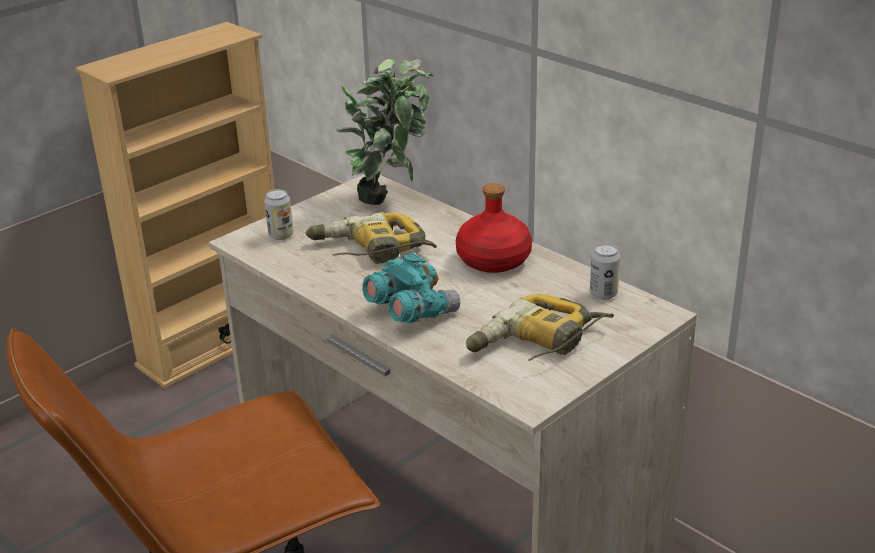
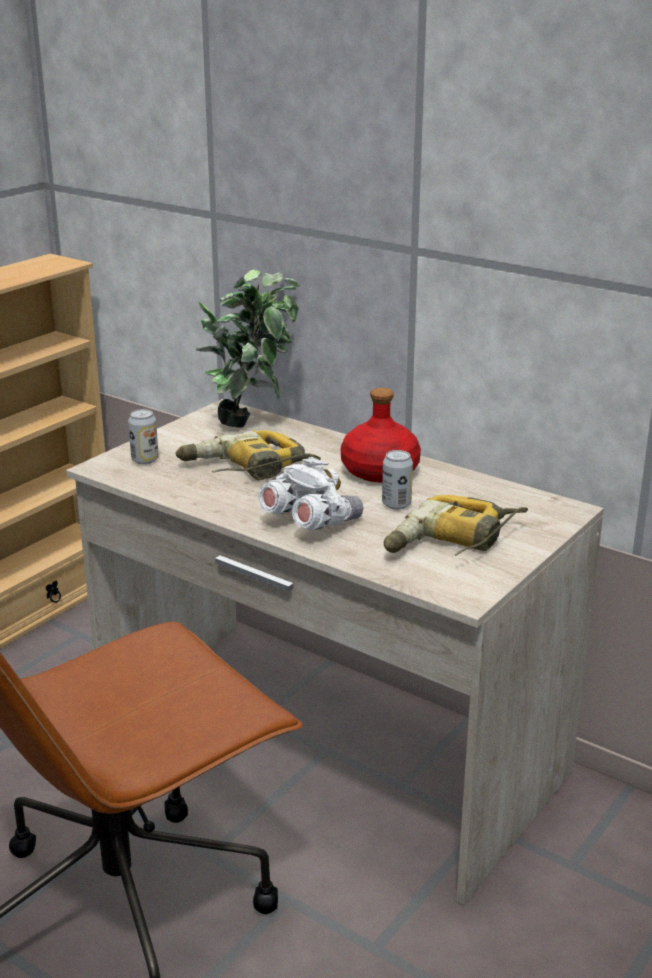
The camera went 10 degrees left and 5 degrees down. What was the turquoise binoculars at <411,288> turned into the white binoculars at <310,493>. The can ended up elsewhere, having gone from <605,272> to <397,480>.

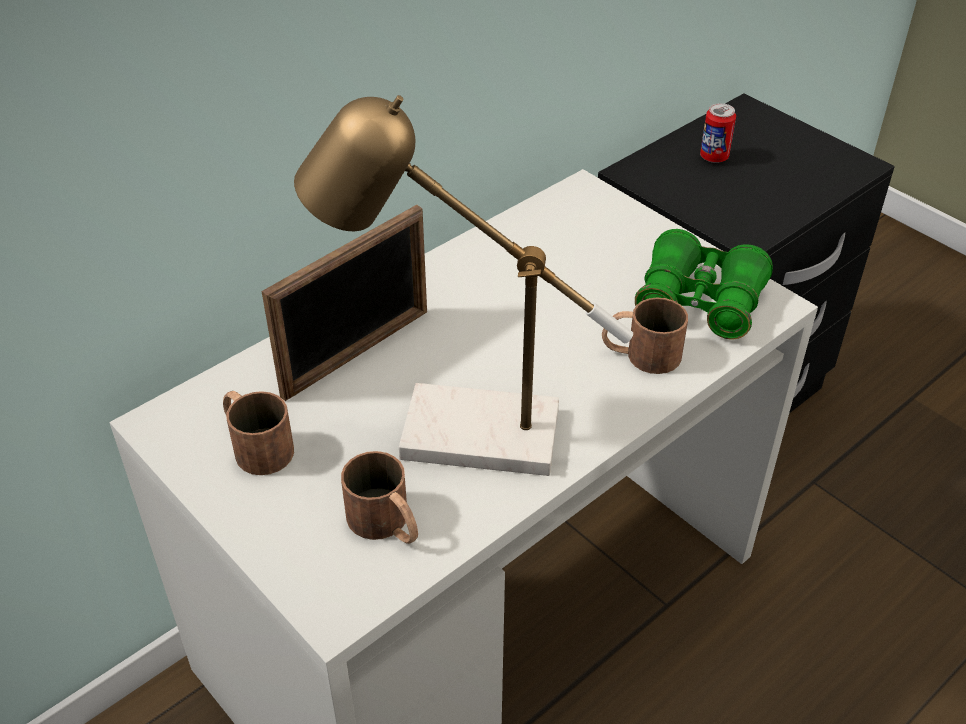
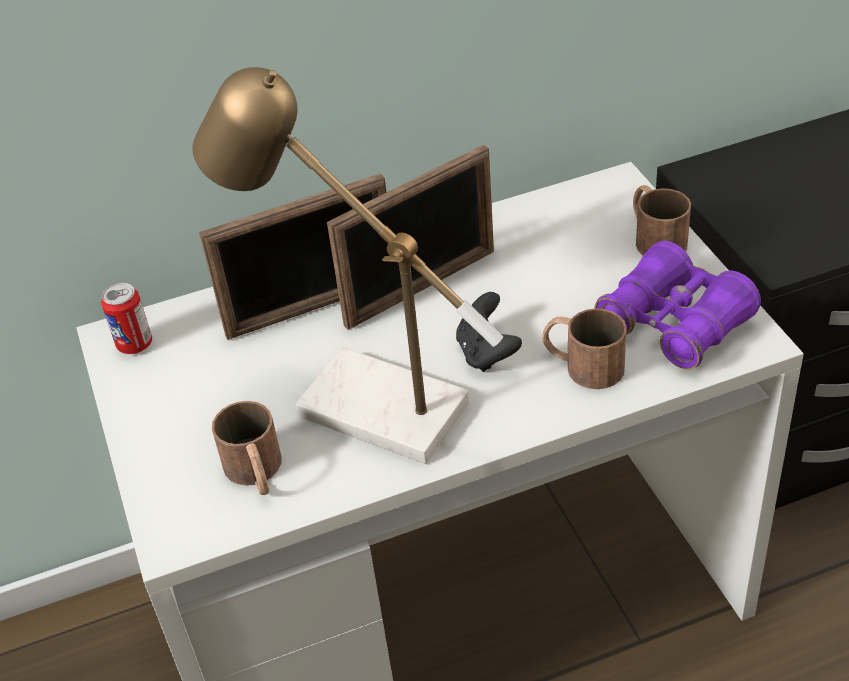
The camera went 25 degrees right and 0 degrees up. The can ended up elsewhere, having gone from <718,133> to <126,318>. The second view gained the picture frame at <410,237>. The second view gained the black game controller at <489,332>. What was the green binoculars at <704,284> turned into the purple binoculars at <677,305>. The brown mug ended up elsewhere, having gone from <258,433> to <662,220>.

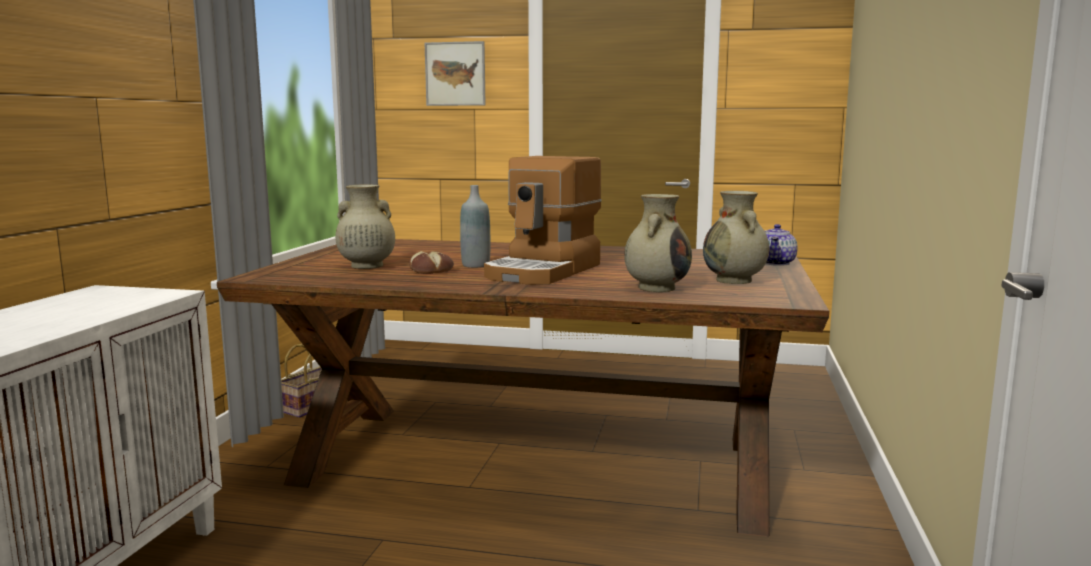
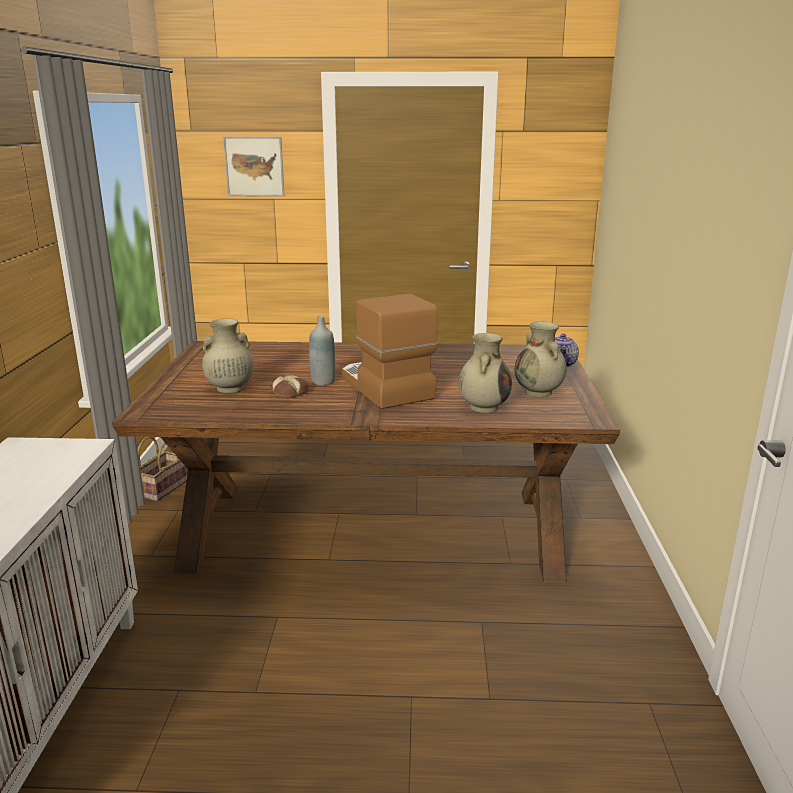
The camera went 10 degrees left and 10 degrees up. The coffee machine at <543,220> ended up facing another way, 135 degrees clockwise from before.

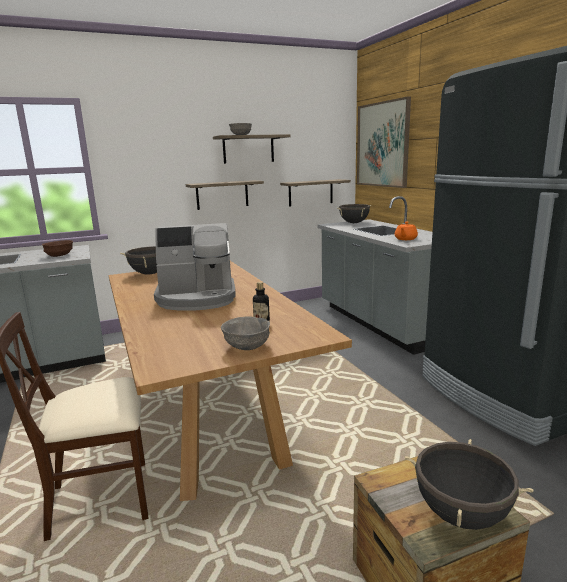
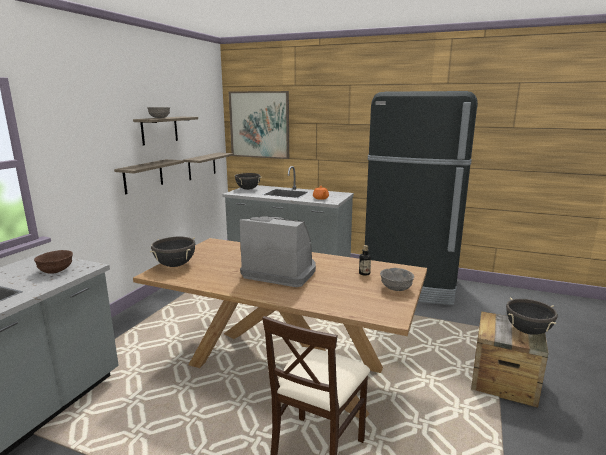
The camera went 45 degrees left and 0 degrees up. The coffee machine at <195,267> ended up facing another way, 105 degrees counterclockwise from before.

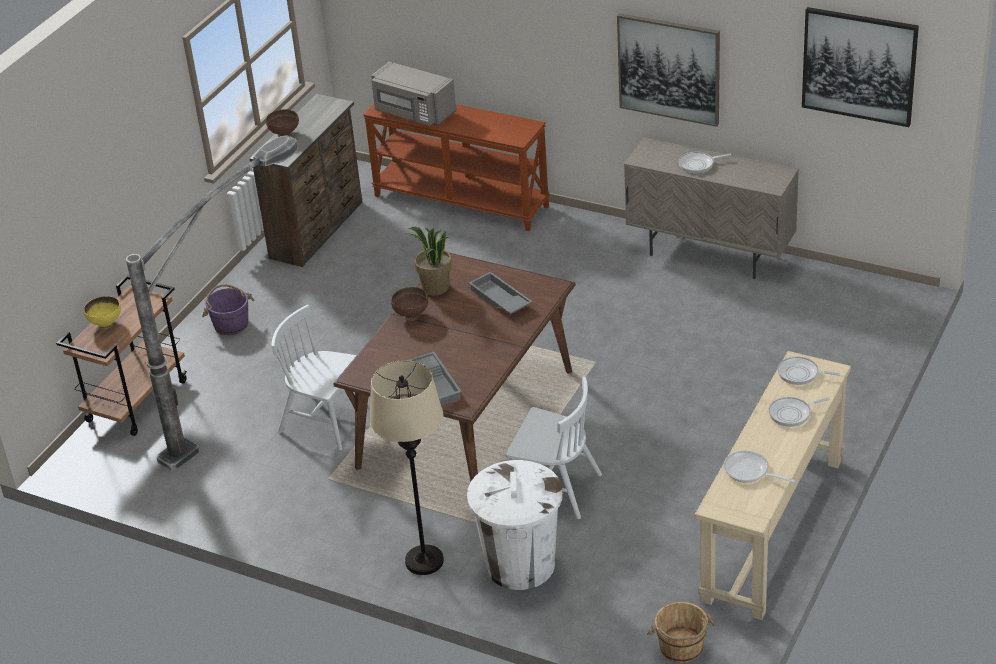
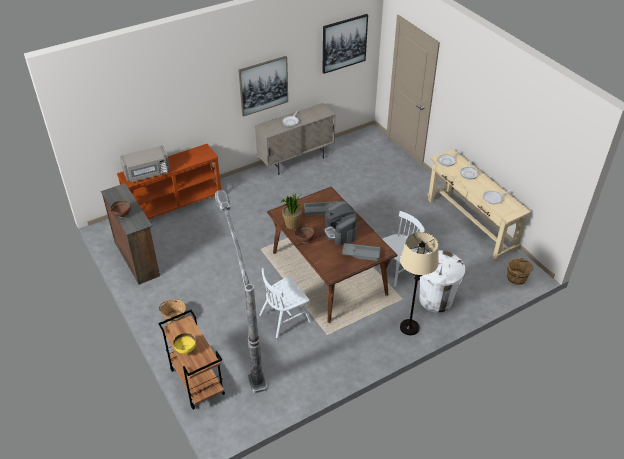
The camera went 60 degrees left and 5 degrees up. What was the purple bucket at <228,309> turned into the brown bucket at <172,311>. The second view gained the coffee machine at <340,223>.

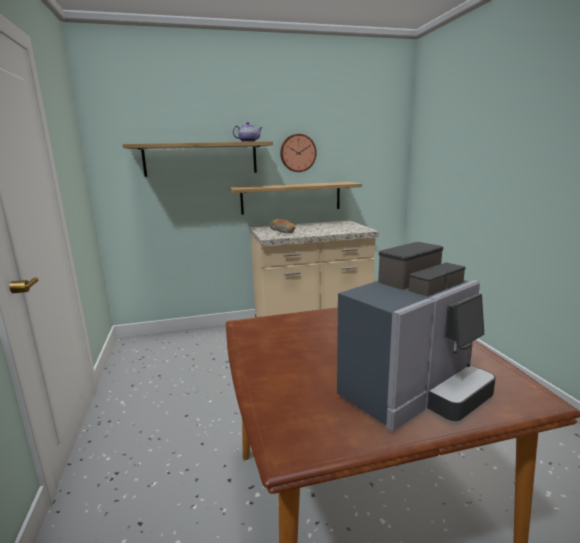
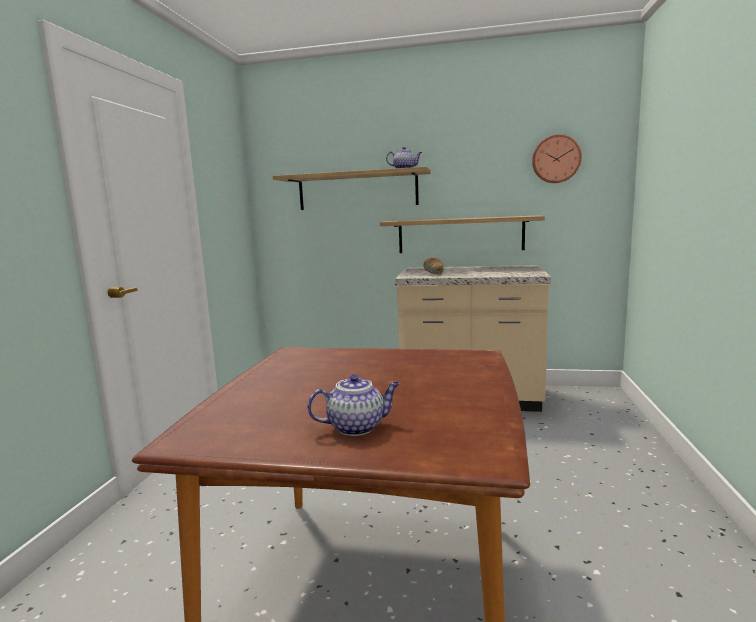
The camera went 25 degrees right and 5 degrees down. Where the coffee machine stood at <416,336>, the teapot came to stand at <353,405>. The wall clock ended up elsewhere, having gone from <298,153> to <557,159>.

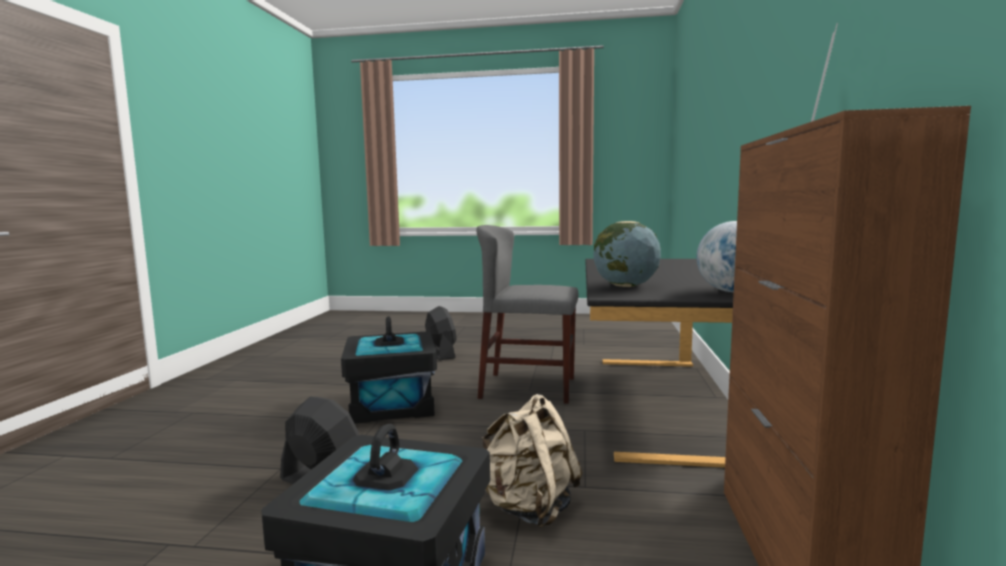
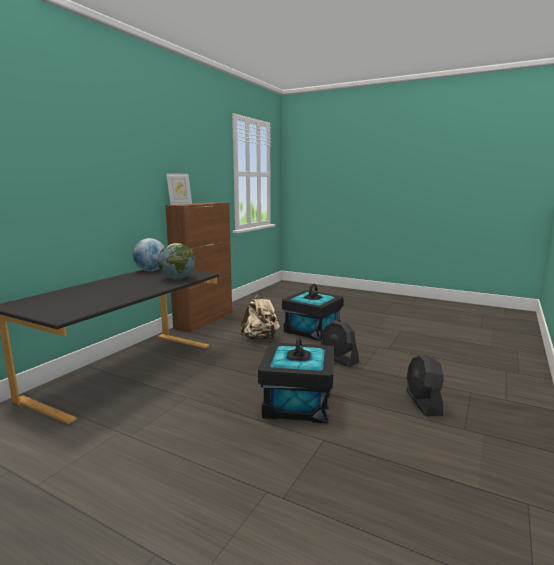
The camera went 160 degrees left and 5 degrees up. The black fan ended up elsewhere, having gone from <441,333> to <425,385>. The second view lost the grey chair at <527,314>.

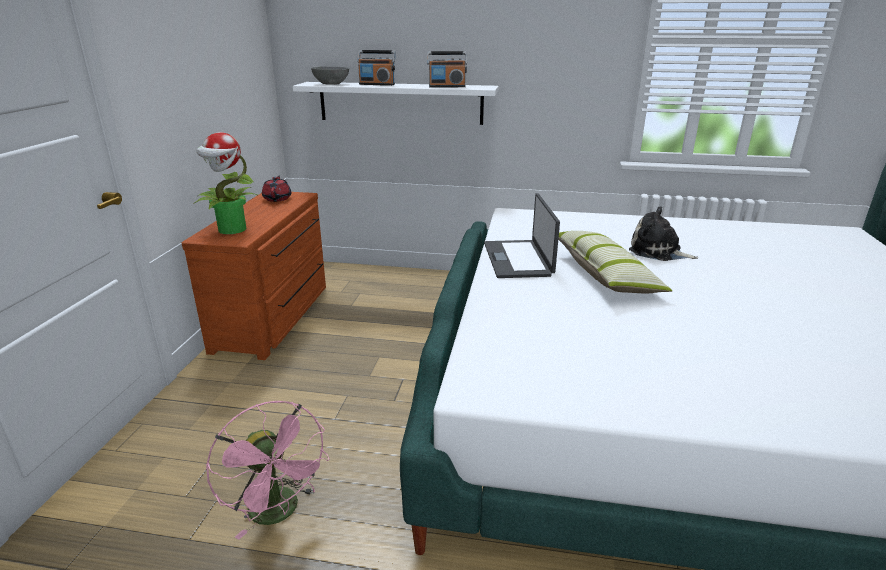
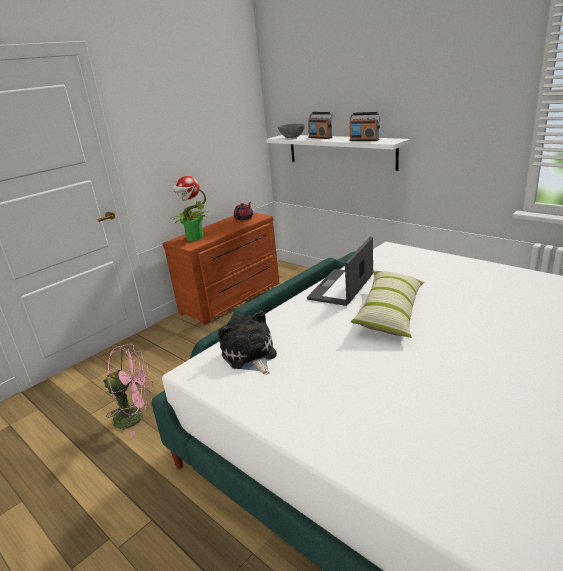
The camera went 35 degrees right and 0 degrees up. The pink fan at <268,470> ended up facing another way, 90 degrees counterclockwise from before. The plush toy ended up elsewhere, having gone from <663,234> to <247,342>.

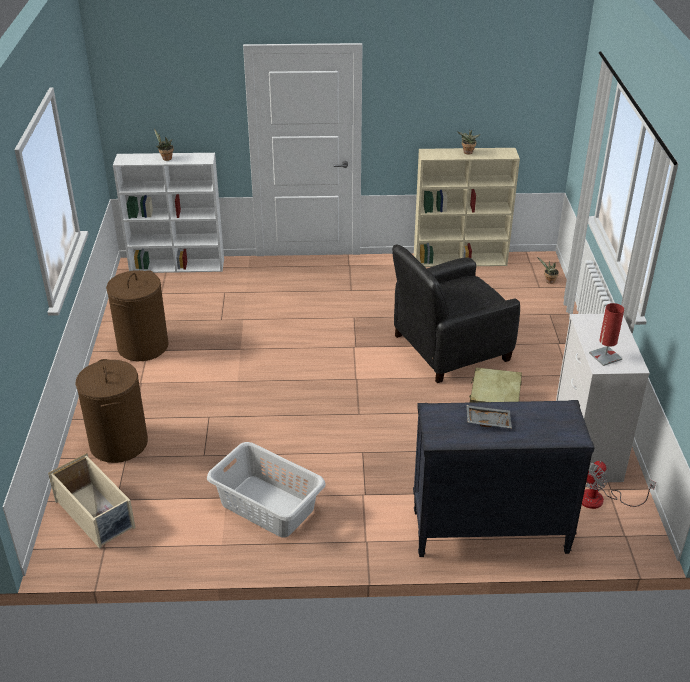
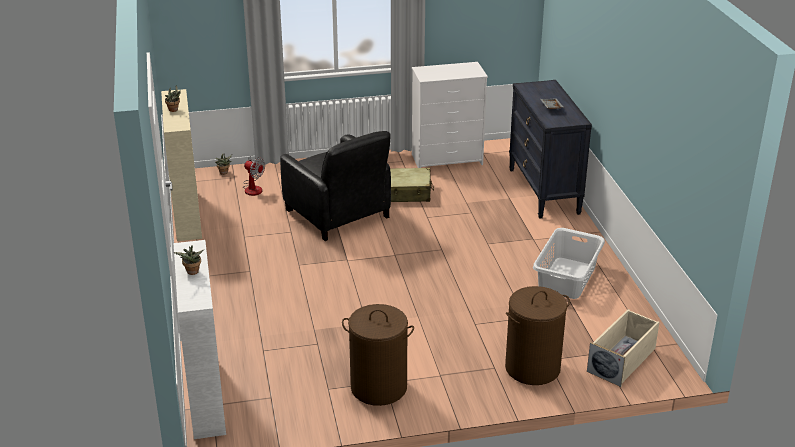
The camera went 100 degrees left and 5 degrees down. The fan ended up elsewhere, having gone from <619,485> to <254,176>. The second view lost the red table lamp at <606,334>.

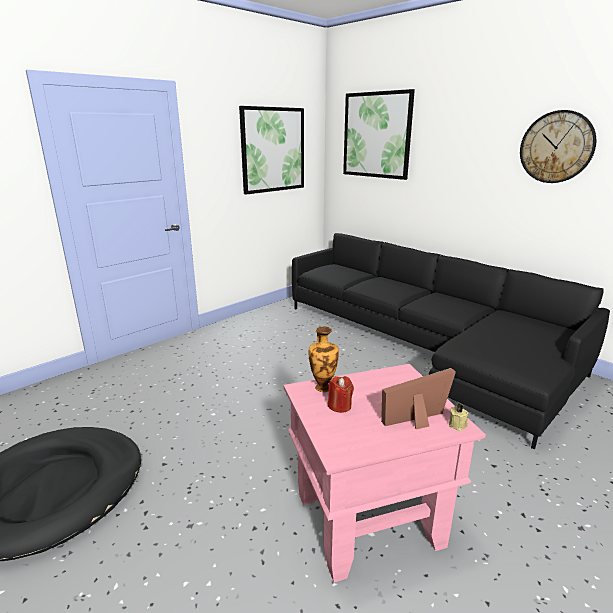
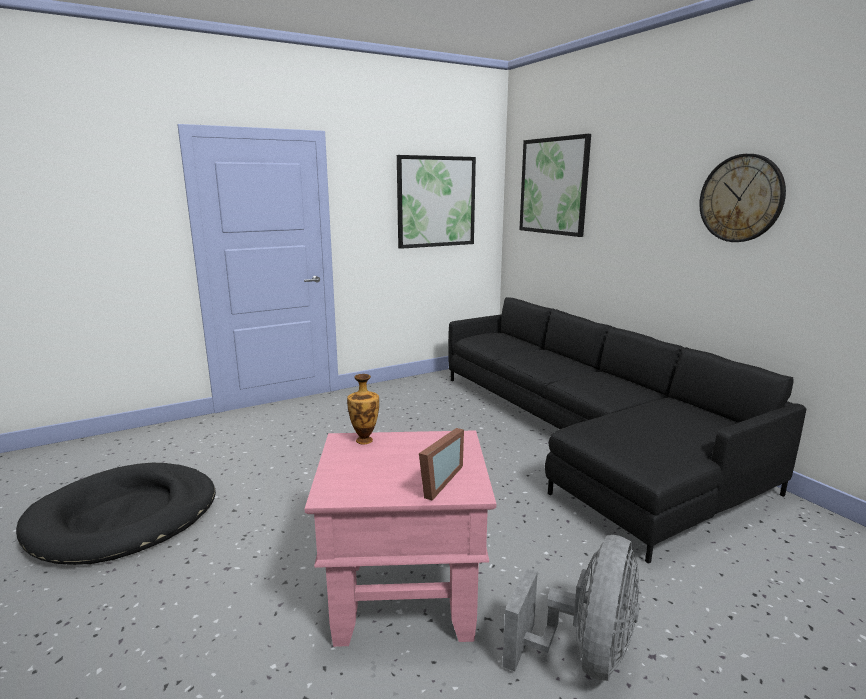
The camera went 15 degrees right and 5 degrees down. The picture frame at <418,398> ended up facing another way, 120 degrees clockwise from before. The second view gained the grey fan at <571,608>. The second view lost the red candle at <341,394>. The second view lost the beige candle at <459,417>.

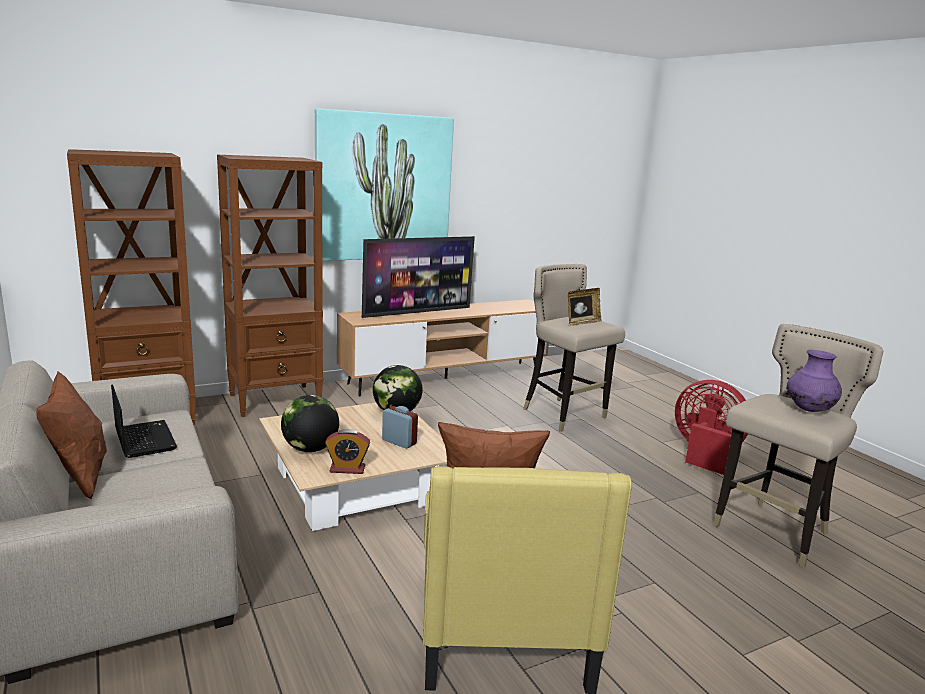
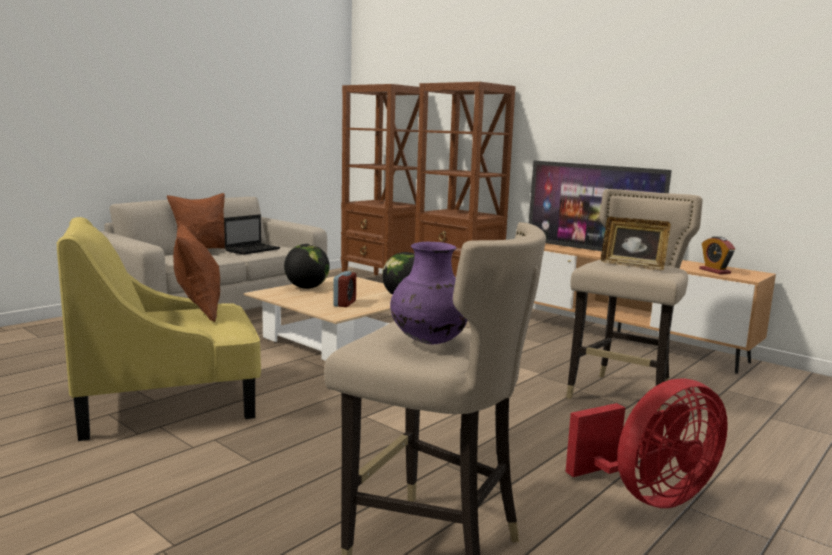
The camera went 70 degrees right and 5 degrees down. The red fan at <711,427> ended up facing another way, 45 degrees clockwise from before. The alarm clock ended up elsewhere, having gone from <347,451> to <717,255>. The second view lost the picture at <384,184>.

